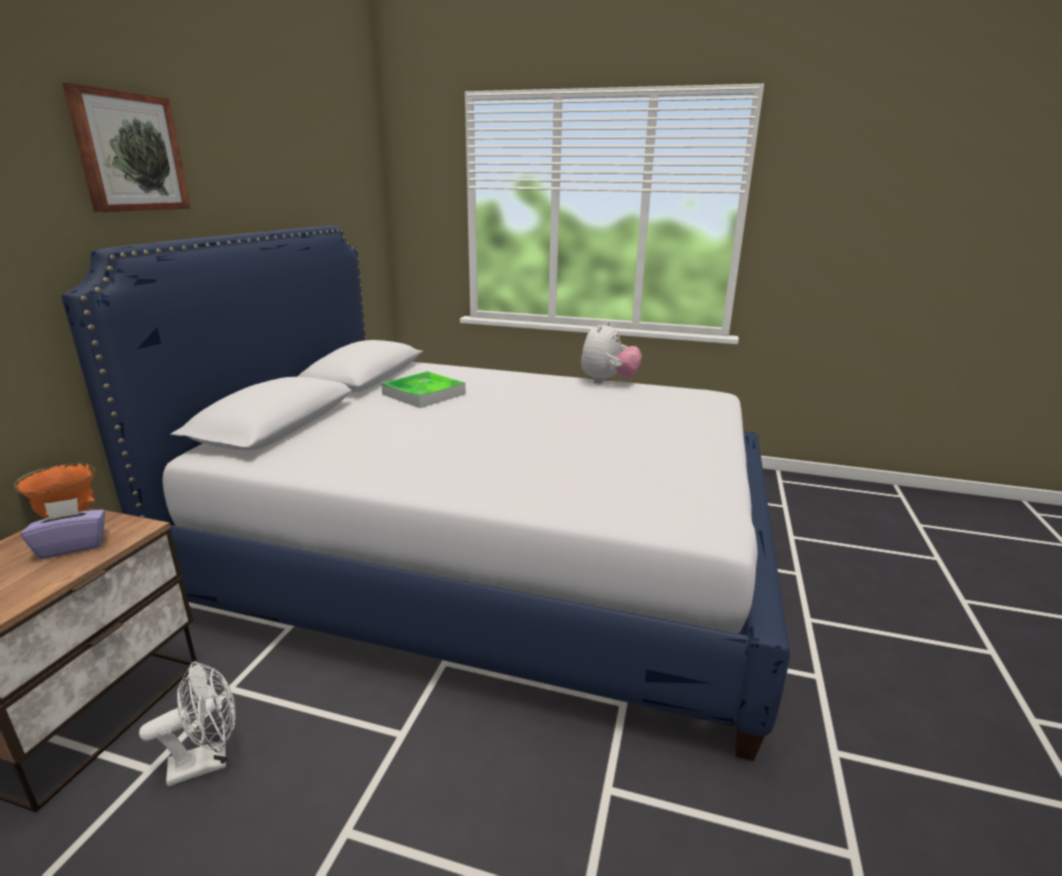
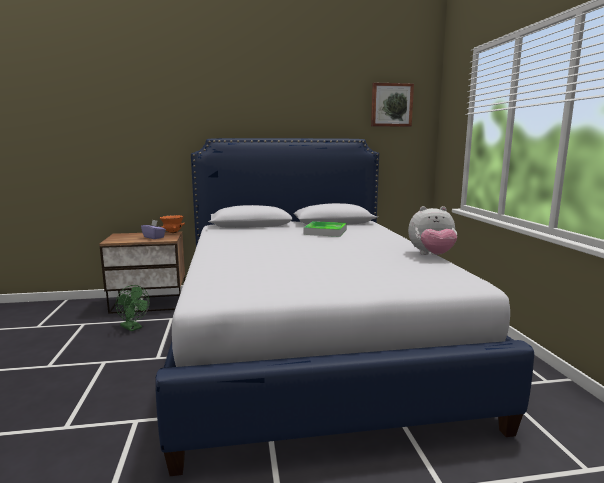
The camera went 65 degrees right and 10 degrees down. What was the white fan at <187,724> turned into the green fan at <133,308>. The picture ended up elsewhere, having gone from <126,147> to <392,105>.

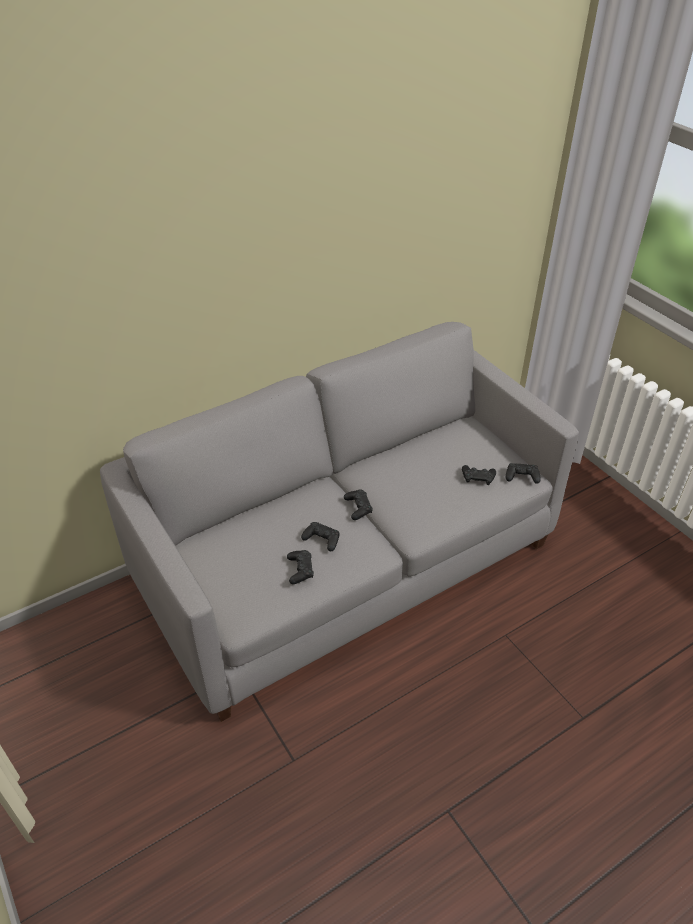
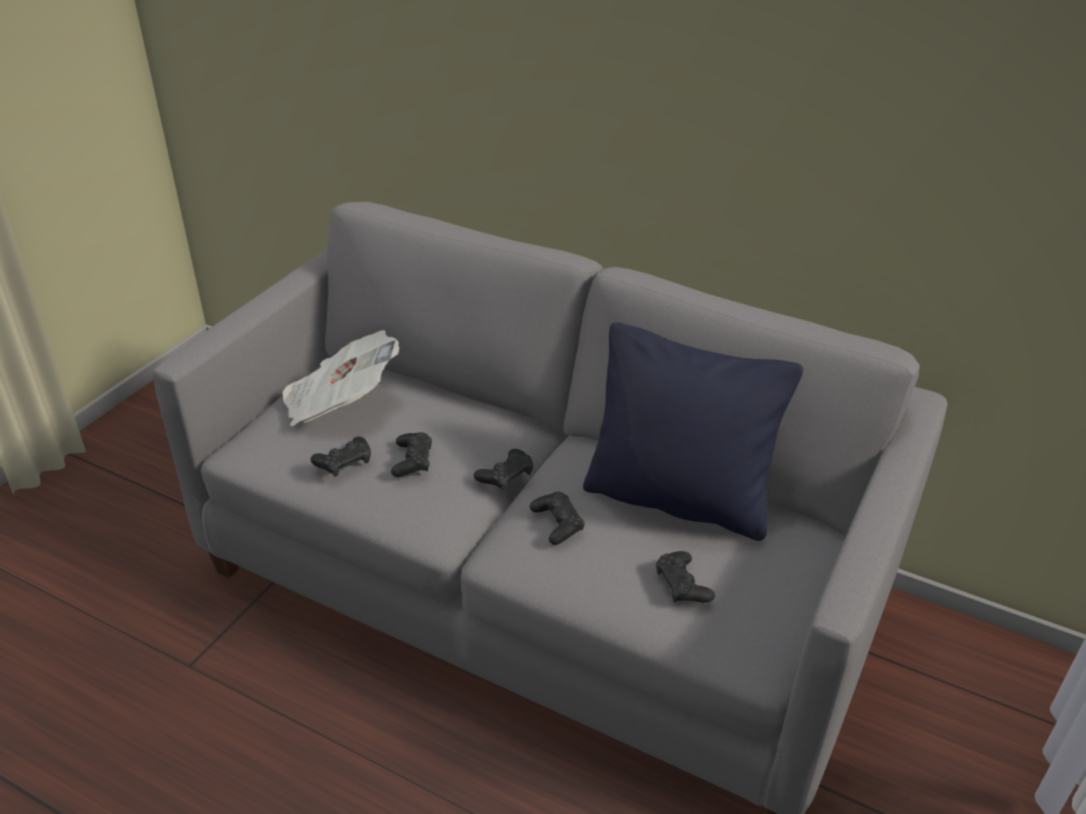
The camera went 60 degrees right and 5 degrees down. The second view gained the newspaper at <340,378>. The black game controller ended up elsewhere, having gone from <523,473> to <557,518>. The second view gained the black pillow at <693,431>.

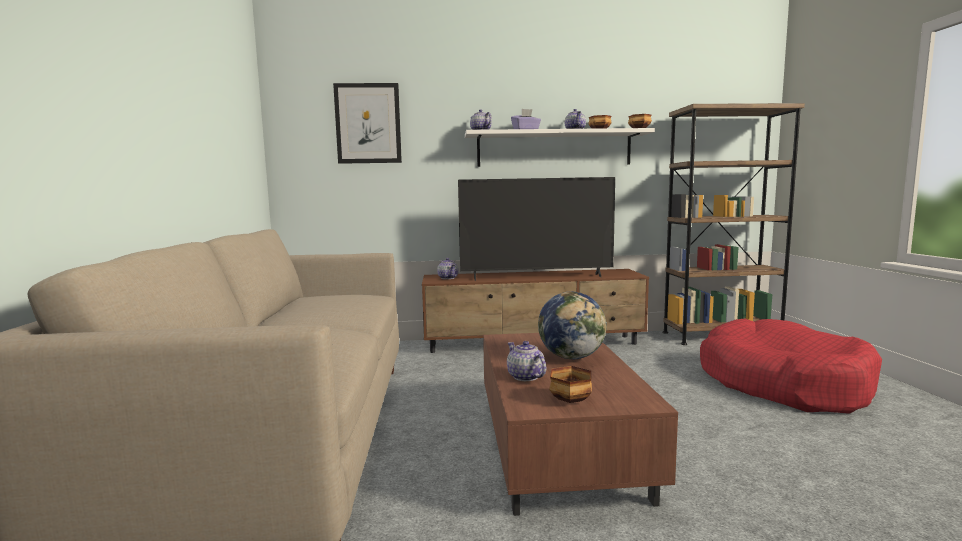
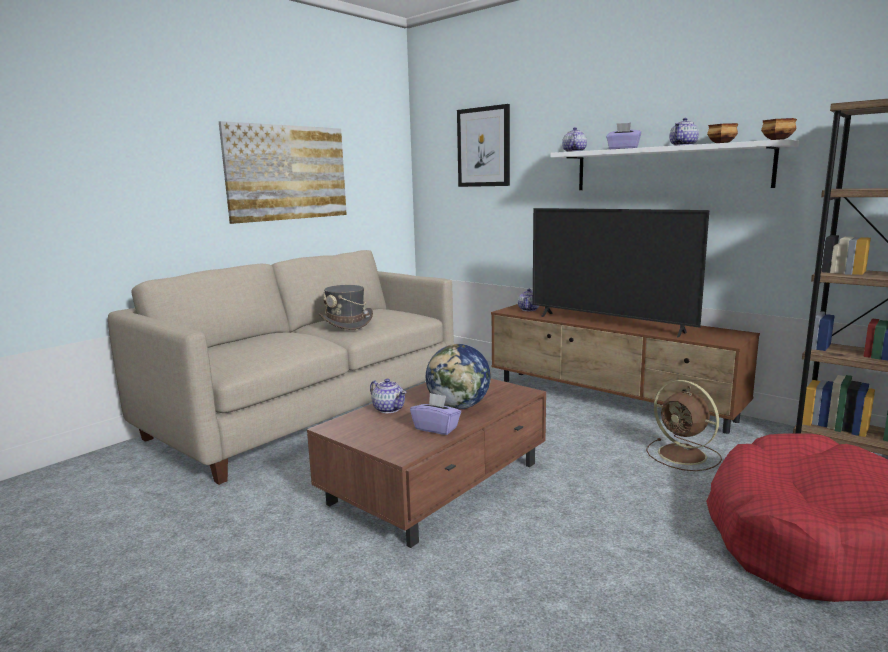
The camera went 45 degrees right and 5 degrees up. The second view gained the picture at <283,172>. The second view gained the grey hat at <346,307>. The teapot at <526,361> ended up facing another way, 120 degrees clockwise from before. The second view gained the purple tissue box at <435,414>. The second view gained the brown fan at <684,425>. The second view lost the bowl at <570,384>.

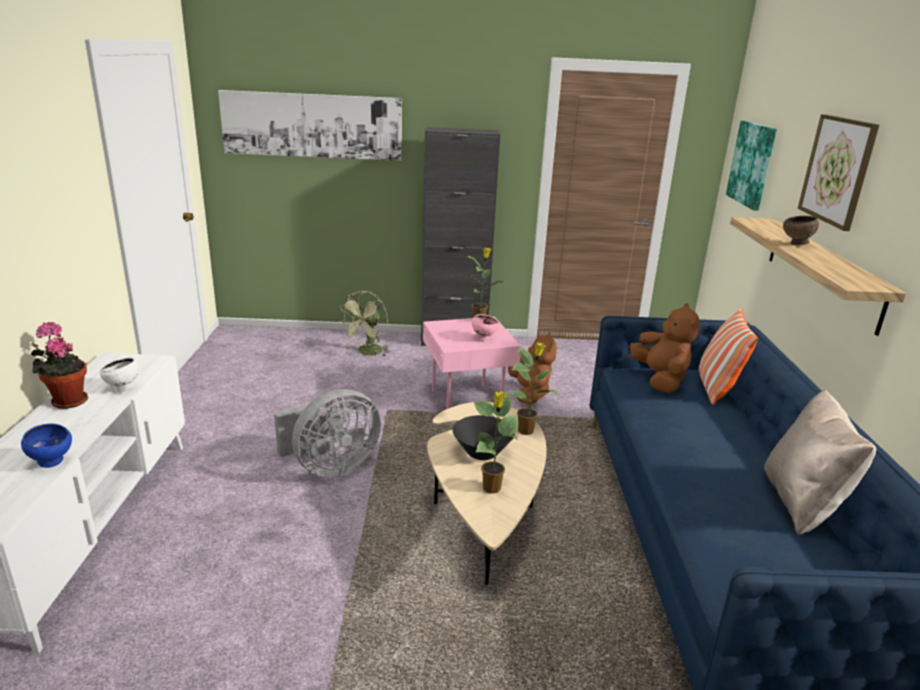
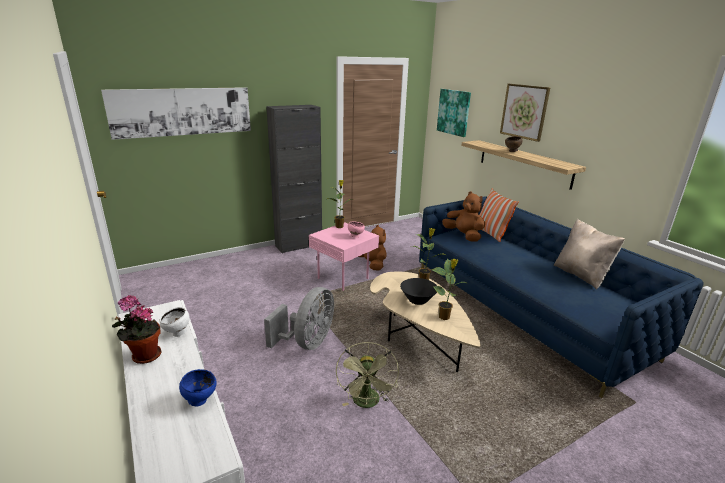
The camera went 30 degrees left and 0 degrees up. The green fan ended up elsewhere, having gone from <364,324> to <367,375>.

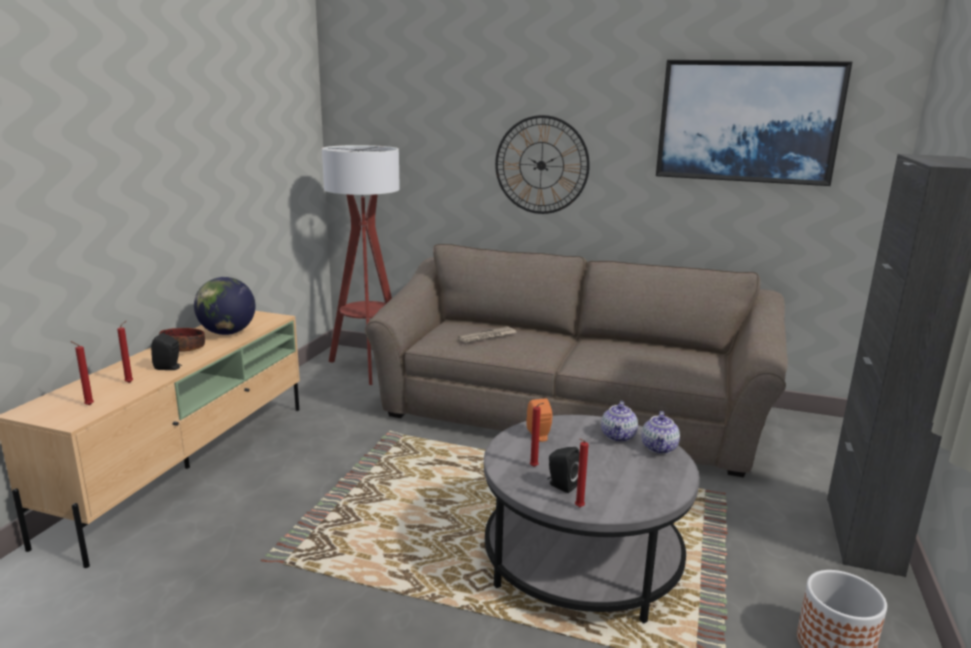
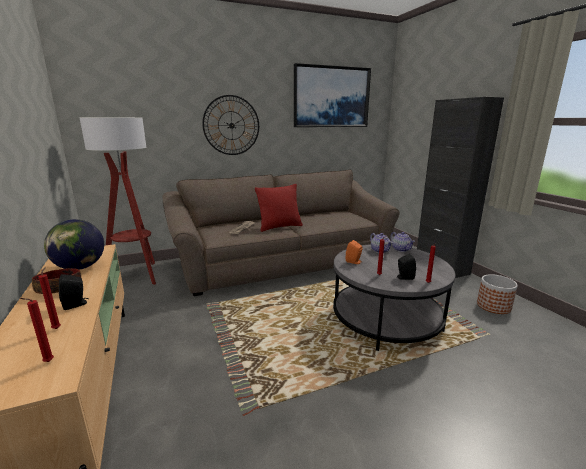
The camera went 40 degrees left and 0 degrees up. The second view gained the red pillow at <279,208>.

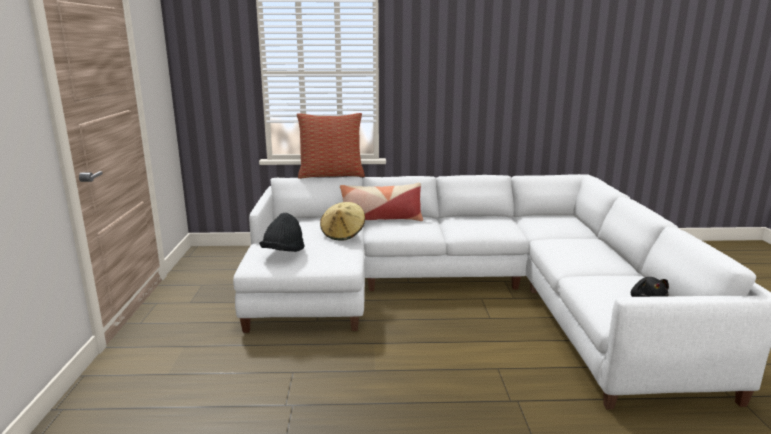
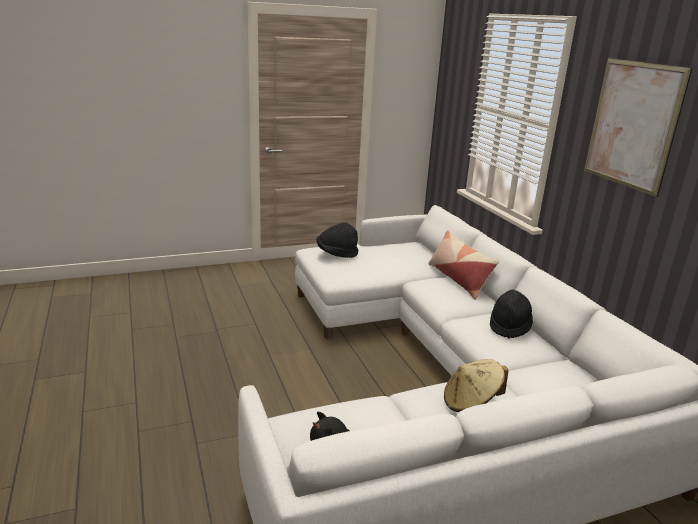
The camera went 70 degrees right and 5 degrees up. The beige hat ended up elsewhere, having gone from <342,221> to <476,385>. The second view gained the black hat at <511,313>. The second view gained the picture at <638,127>. The second view lost the pillow at <331,146>.

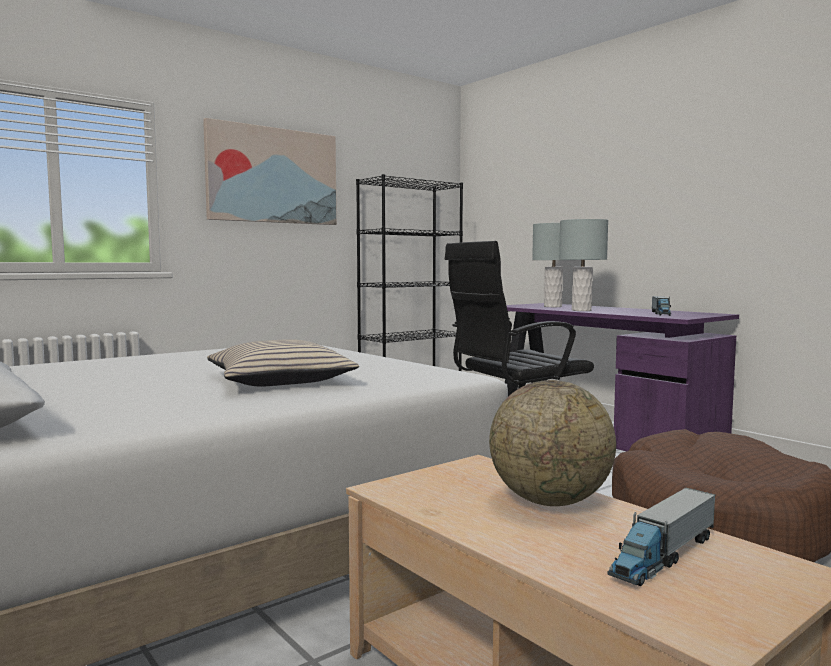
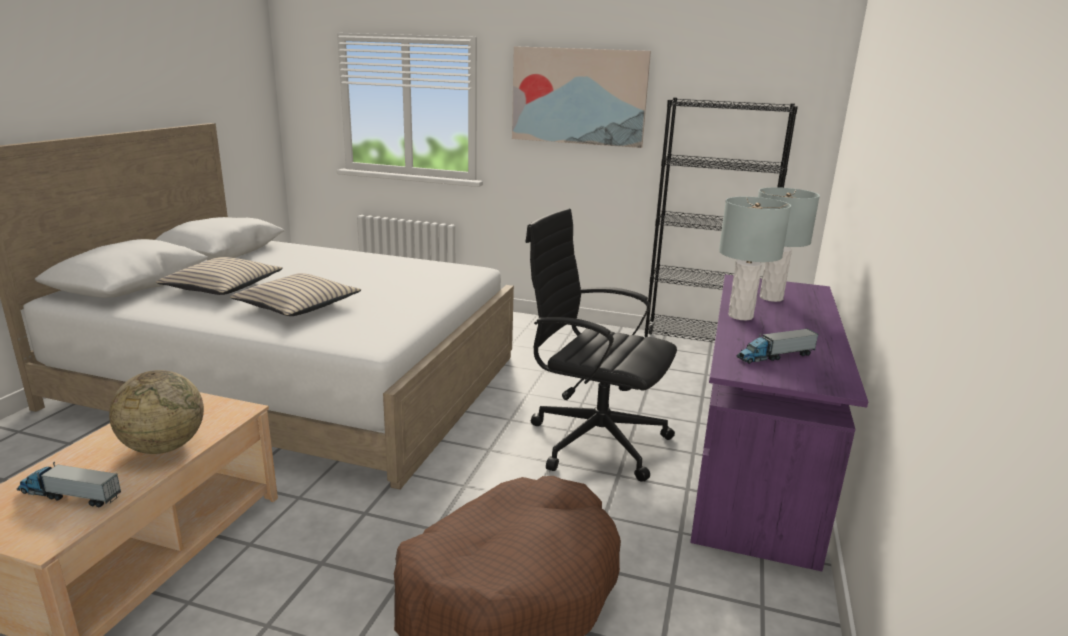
The camera went 55 degrees right and 15 degrees up. The second view gained the beige pillow at <219,276>.

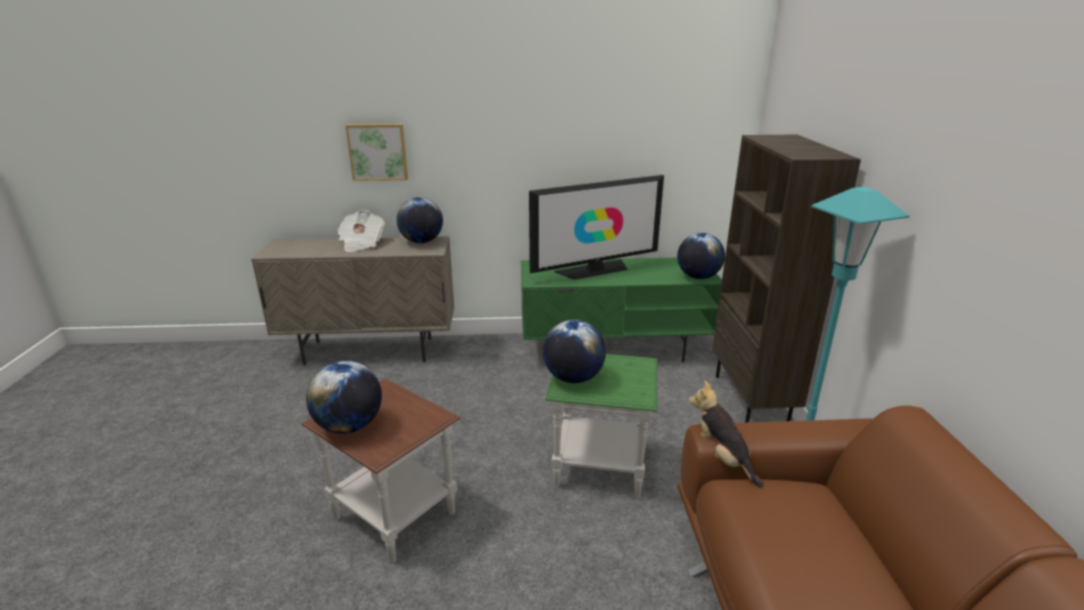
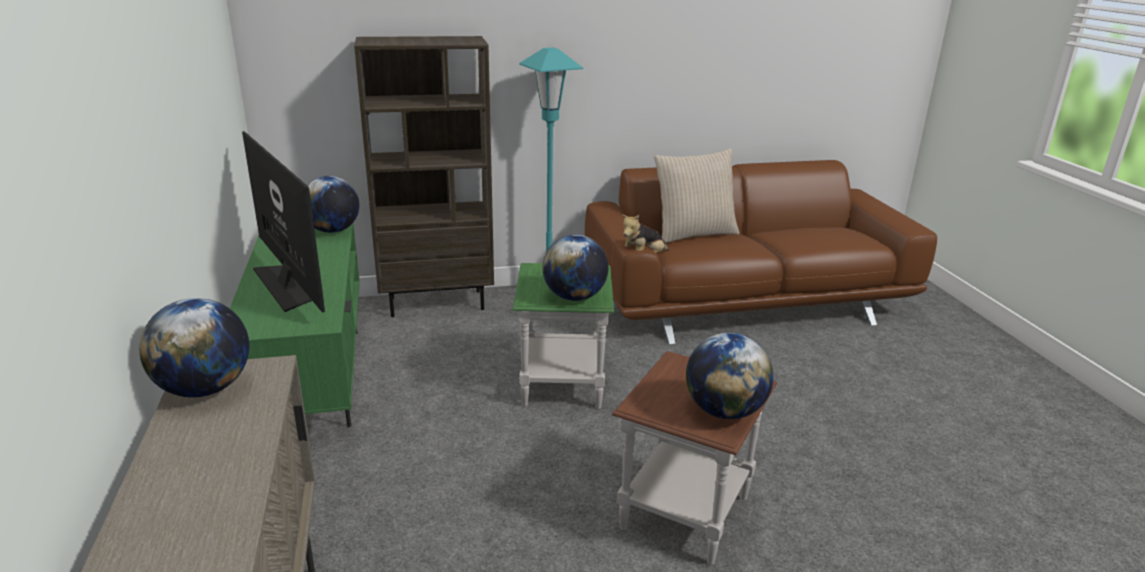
The camera went 100 degrees left and 0 degrees up. The second view gained the beige pillow at <697,195>. The second view lost the newspaper at <361,231>. The second view lost the picture at <376,152>.

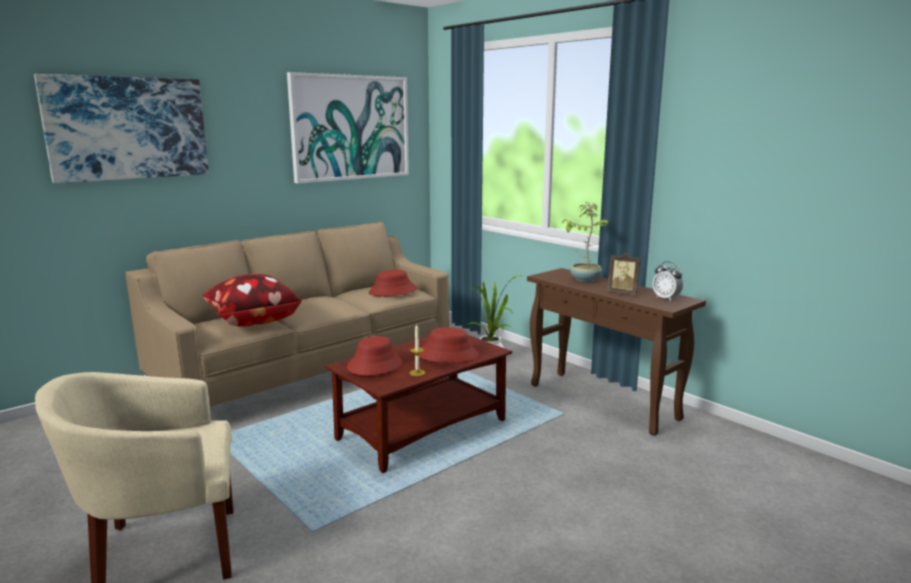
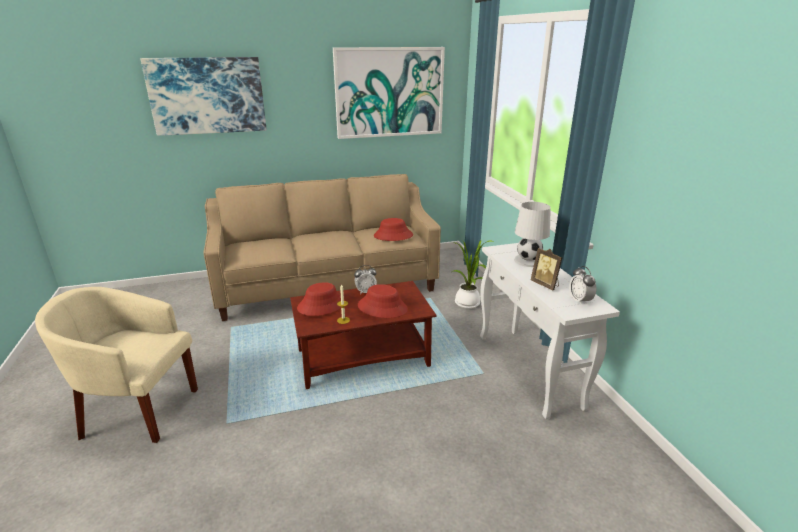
The camera went 25 degrees right and 10 degrees up. The second view gained the alarm clock at <365,279>. What was the brown console table at <616,352> turned into the white console table at <550,331>. Where the potted plant stood at <585,242>, the white table lamp came to stand at <532,234>. The second view lost the pillow at <252,300>.

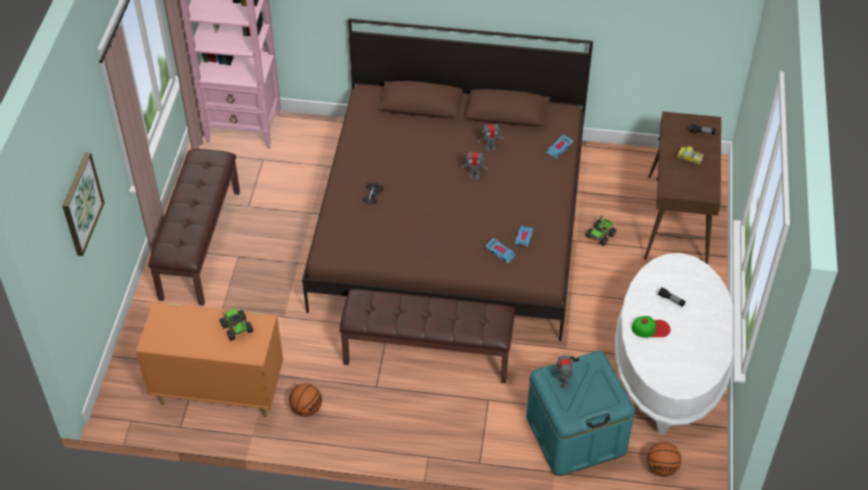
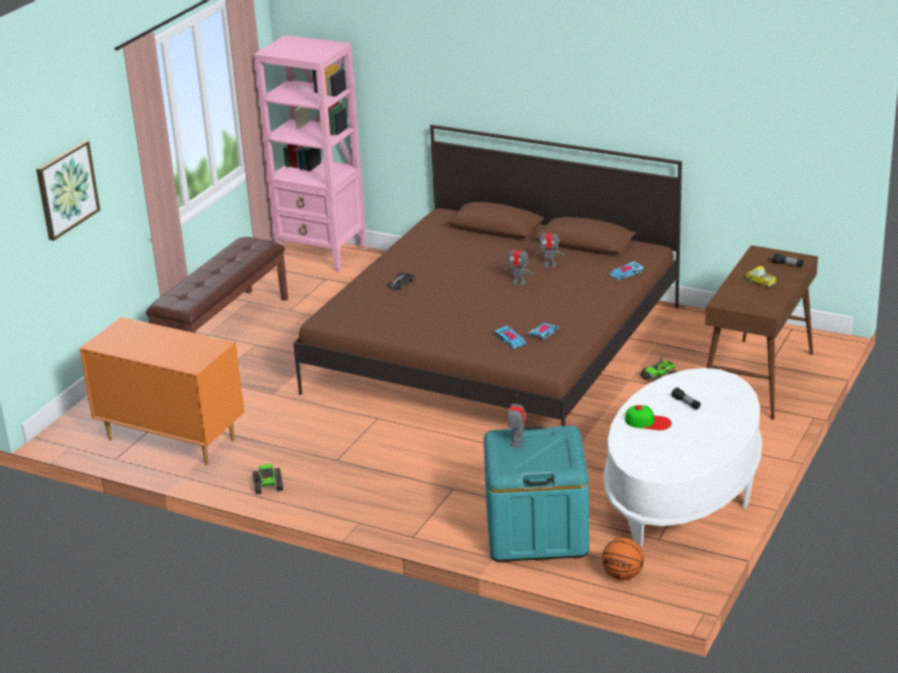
The camera went 20 degrees right and 20 degrees down. The toy truck ended up elsewhere, having gone from <236,325> to <268,479>. The second view lost the basketball at <305,400>. The second view lost the brown bench at <427,336>.

